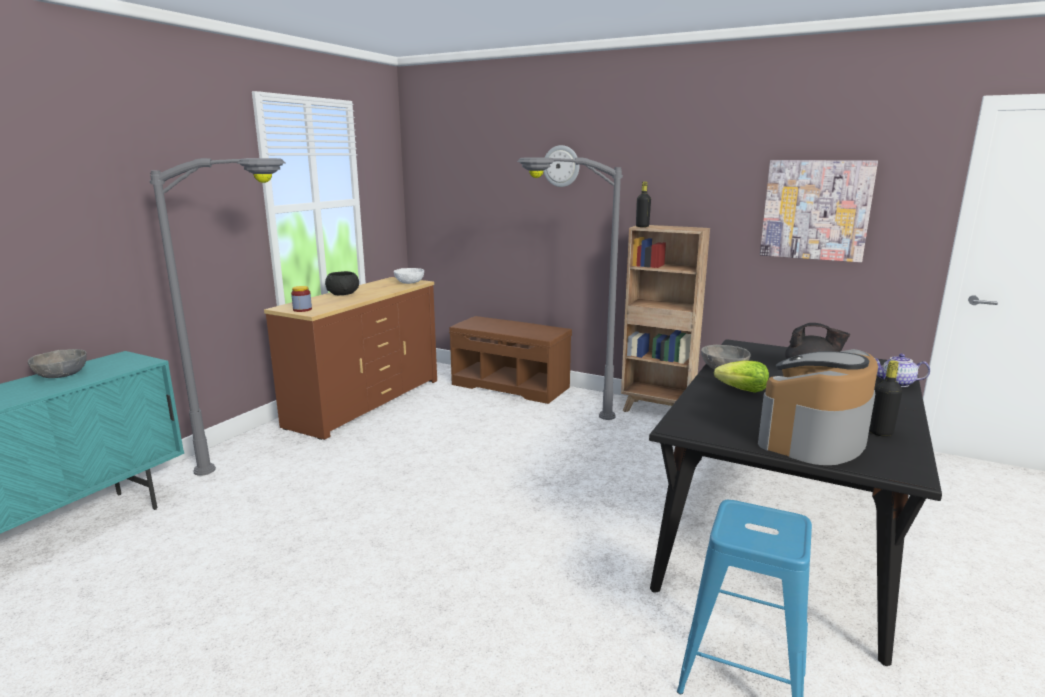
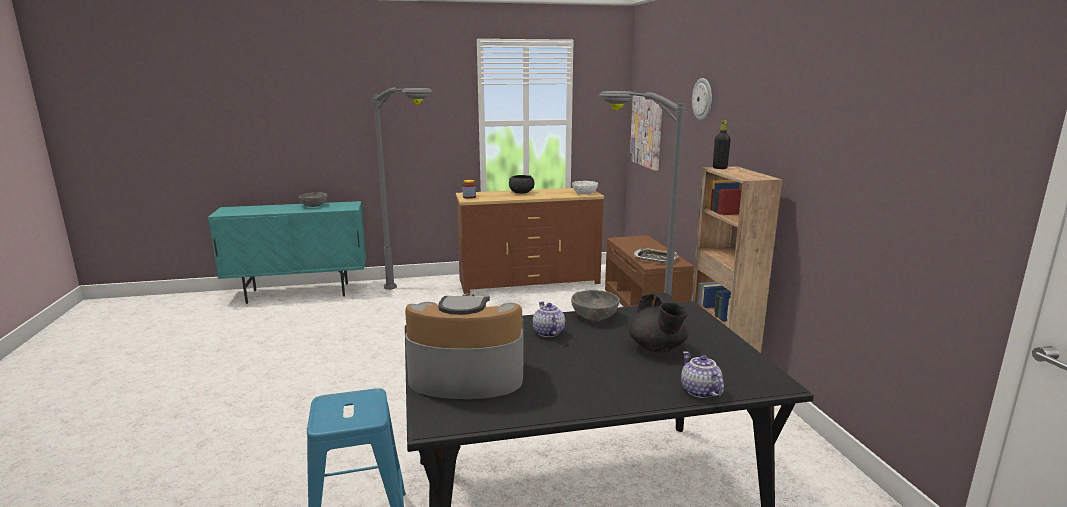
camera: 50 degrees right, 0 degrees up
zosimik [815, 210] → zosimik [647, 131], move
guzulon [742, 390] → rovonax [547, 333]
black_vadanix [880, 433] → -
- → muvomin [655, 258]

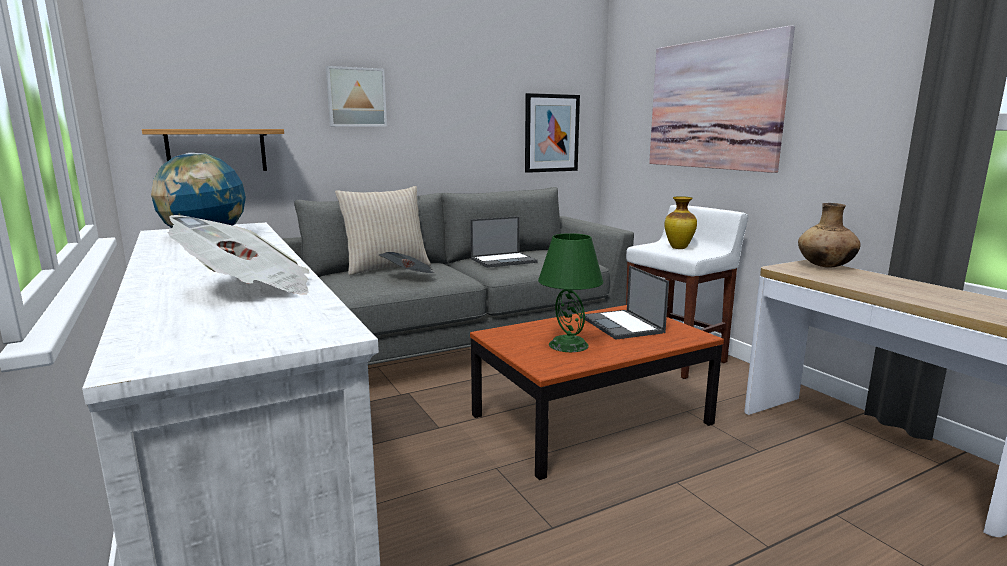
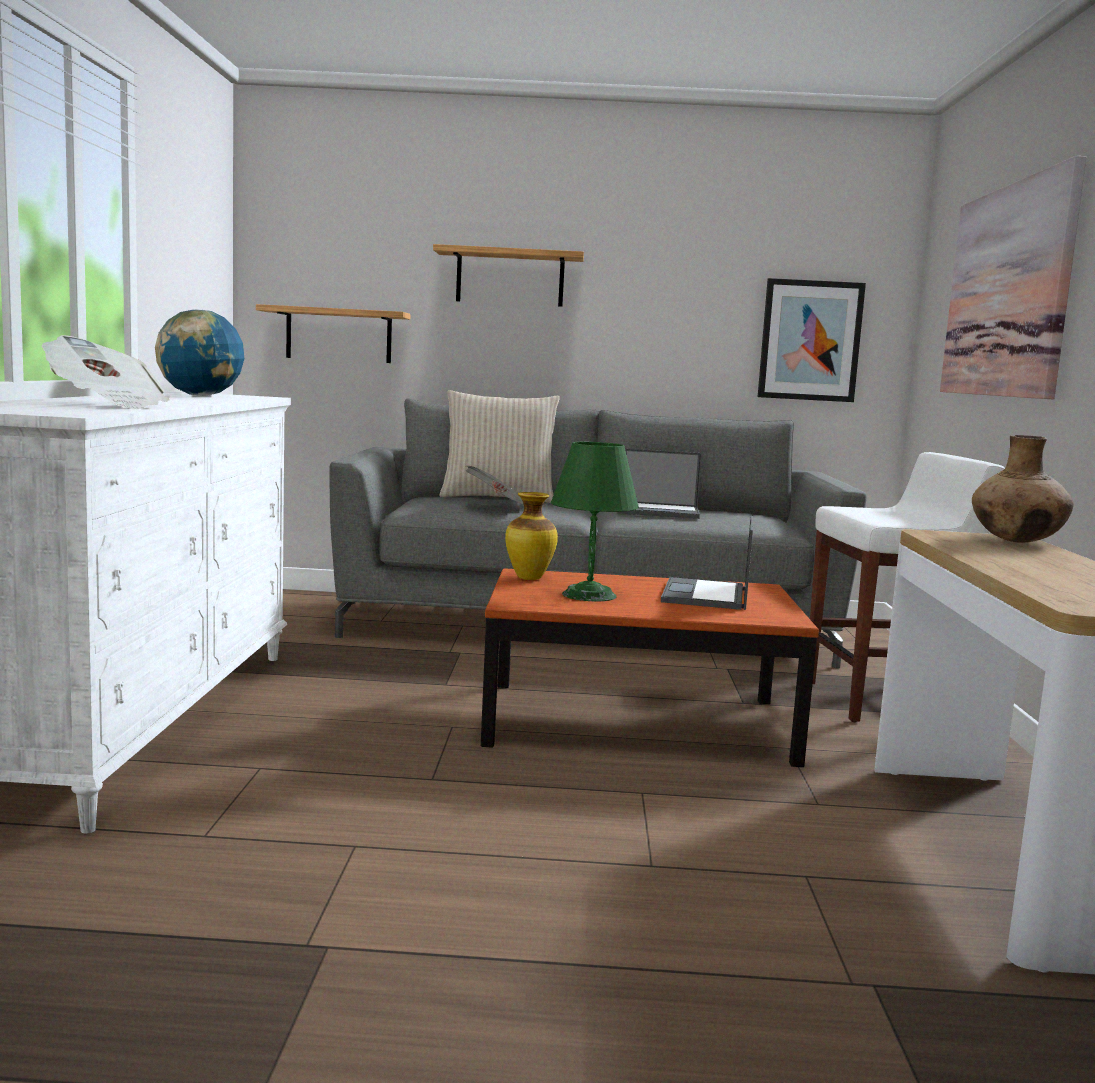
camera: 30 degrees right, 5 degrees down
zosimik [356, 97] → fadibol [510, 278]
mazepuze [678, 248] → mazepuze [528, 578], move

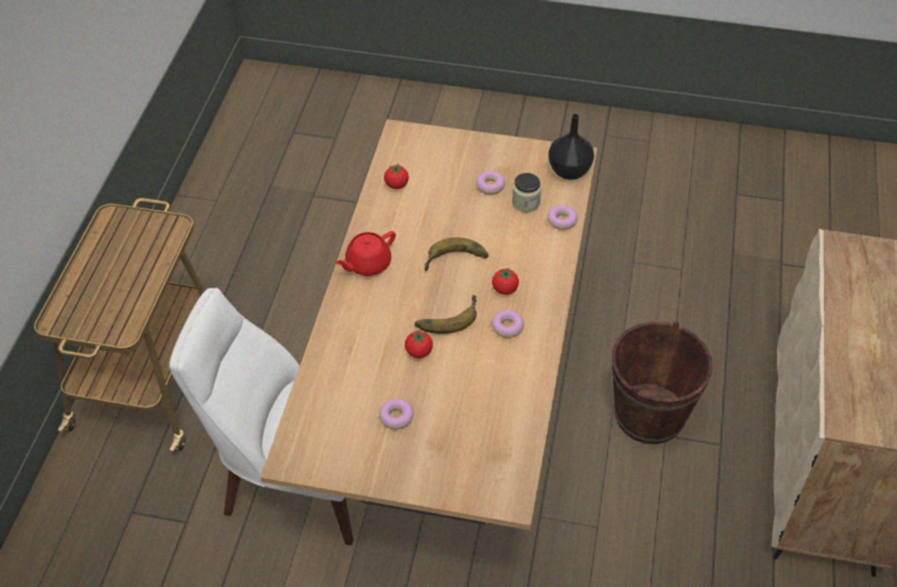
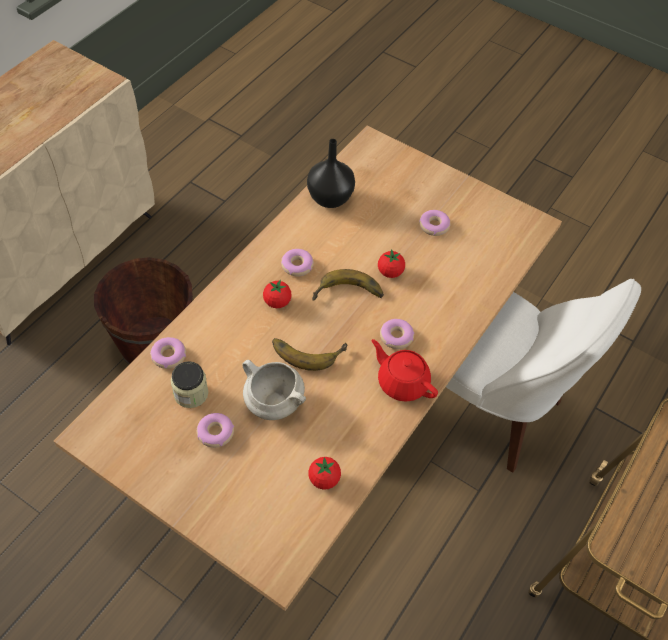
camera: 160 degrees left, 5 degrees up
black_mazepuze [570, 171] → black_mazepuze [329, 198], move
red_rovonax [367, 264] → red_rovonax [402, 382], 120 degrees counterclockwise
- → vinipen [396, 337]
- → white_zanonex [273, 402]

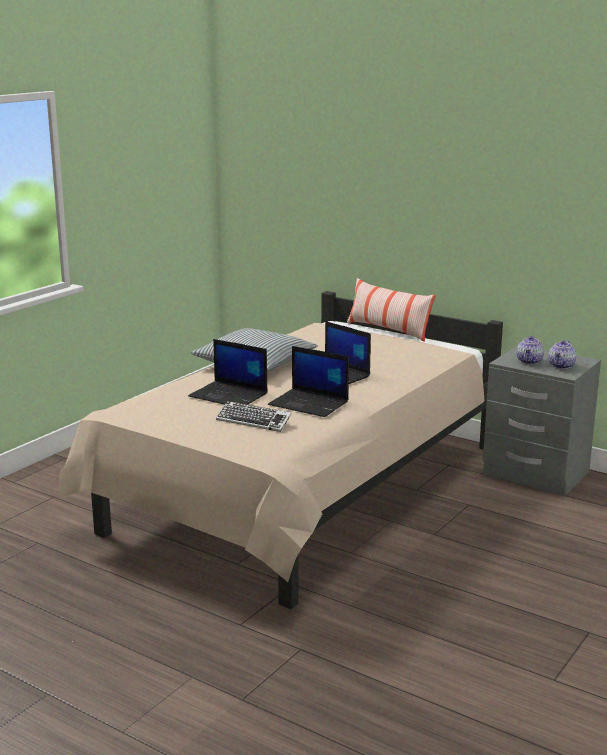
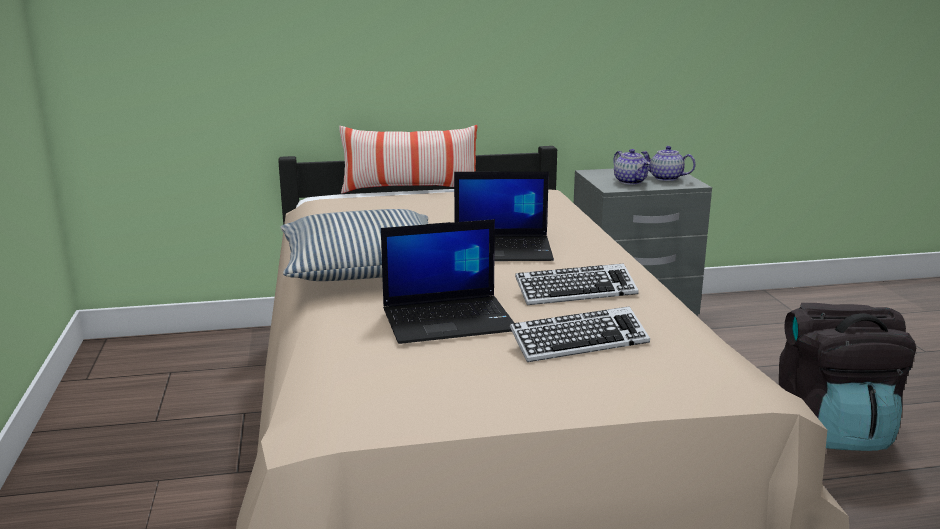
camera: 45 degrees left, 0 degrees up
rovonax [561, 366] → rovonax [665, 178], 135 degrees clockwise
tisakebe [310, 403] → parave [576, 292]
- → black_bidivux [833, 429]

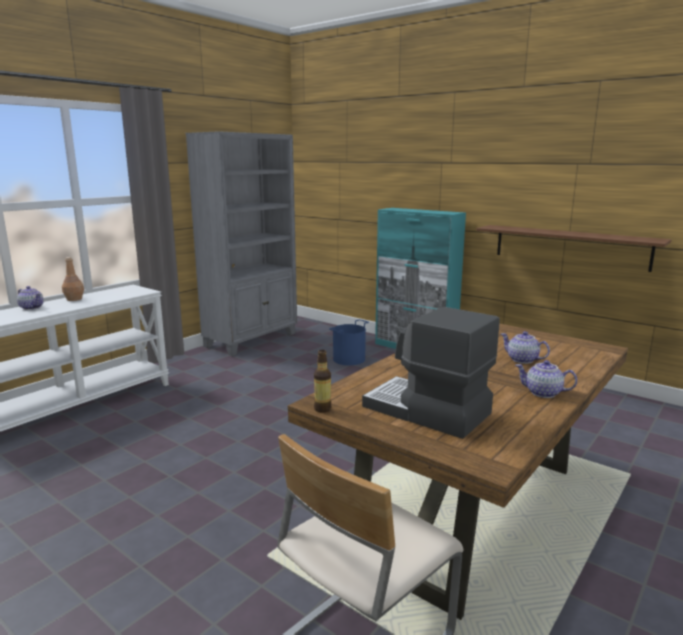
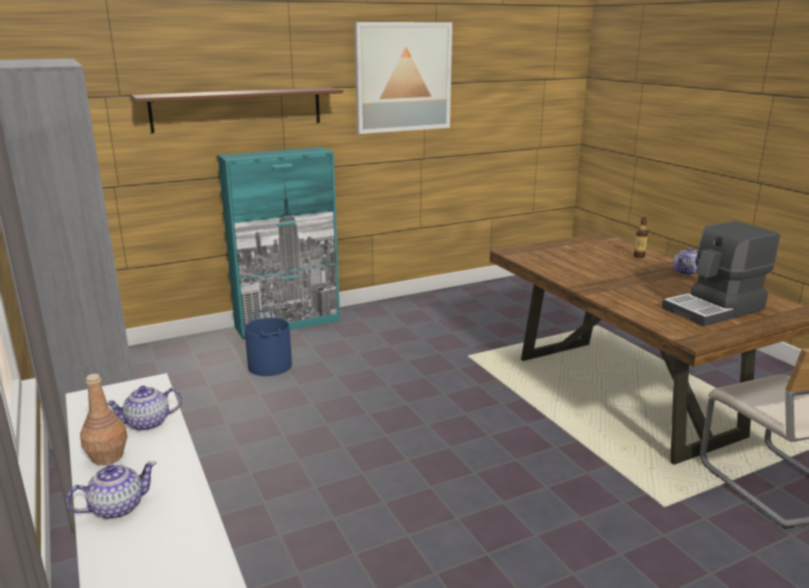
camera: 65 degrees left, 5 degrees up
brown_fadibol [570, 247] → brown_fadibol [238, 109], move
rovonax [522, 360] → rovonax [148, 423], move
vadanix [322, 409] → vadanix [639, 256], move
- → zosimik [403, 77]

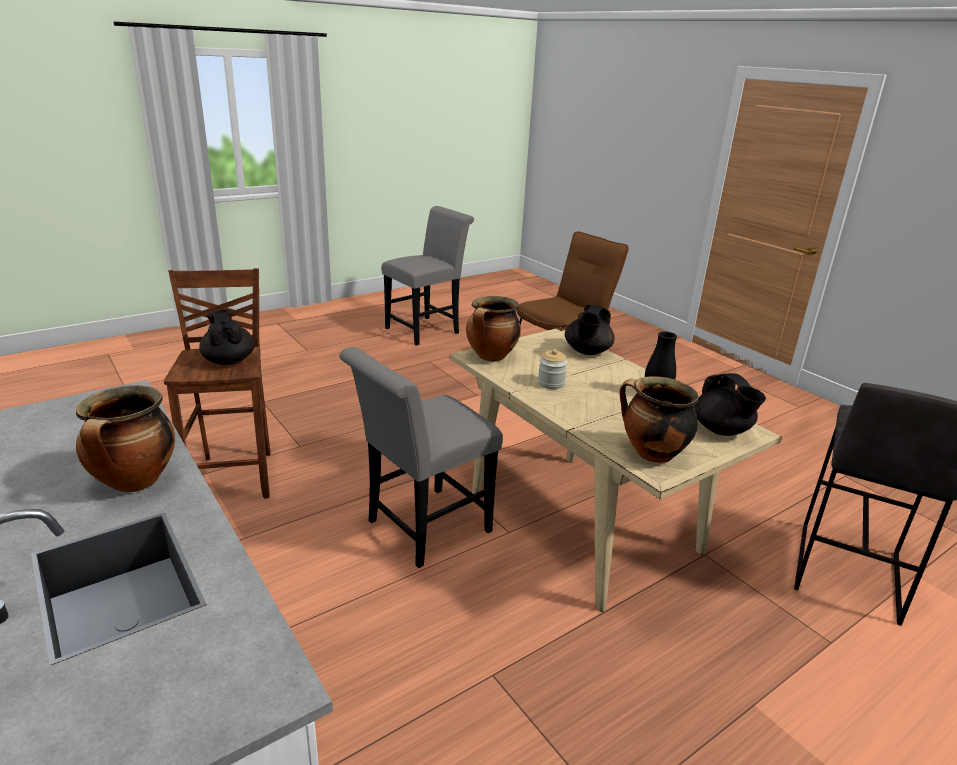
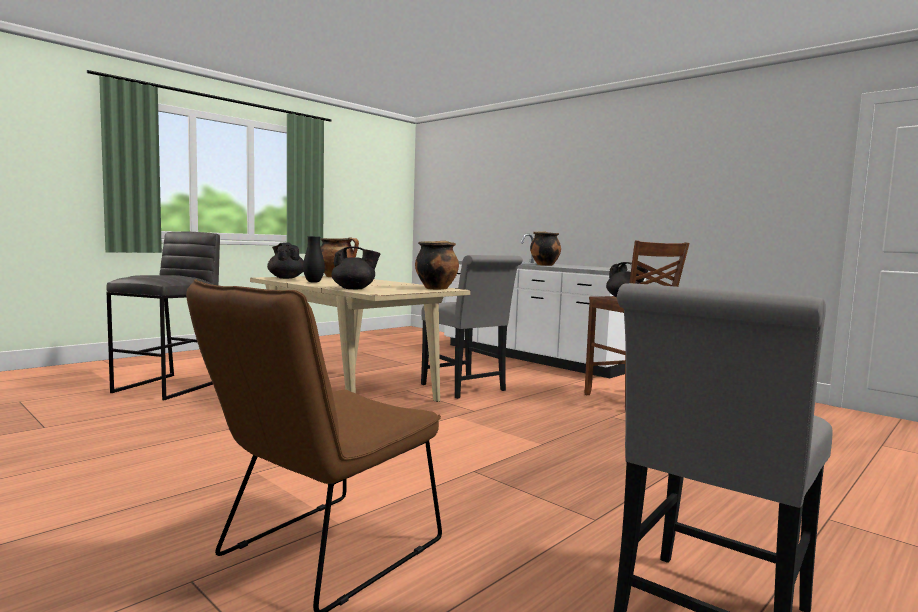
camera: 170 degrees right, 20 degrees down
black_rovonax [587, 351] → black_rovonax [354, 289], 75 degrees clockwise
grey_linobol [421, 529] → grey_linobol [467, 389], 105 degrees clockwise
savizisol [551, 383] → -

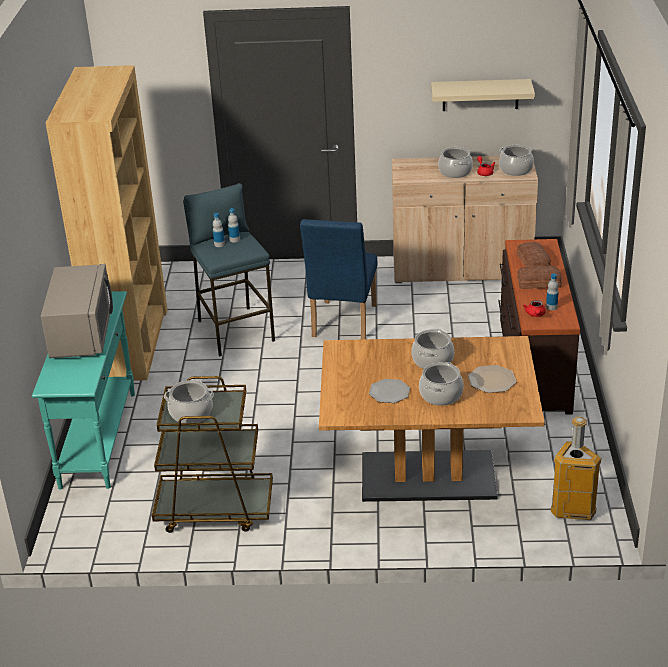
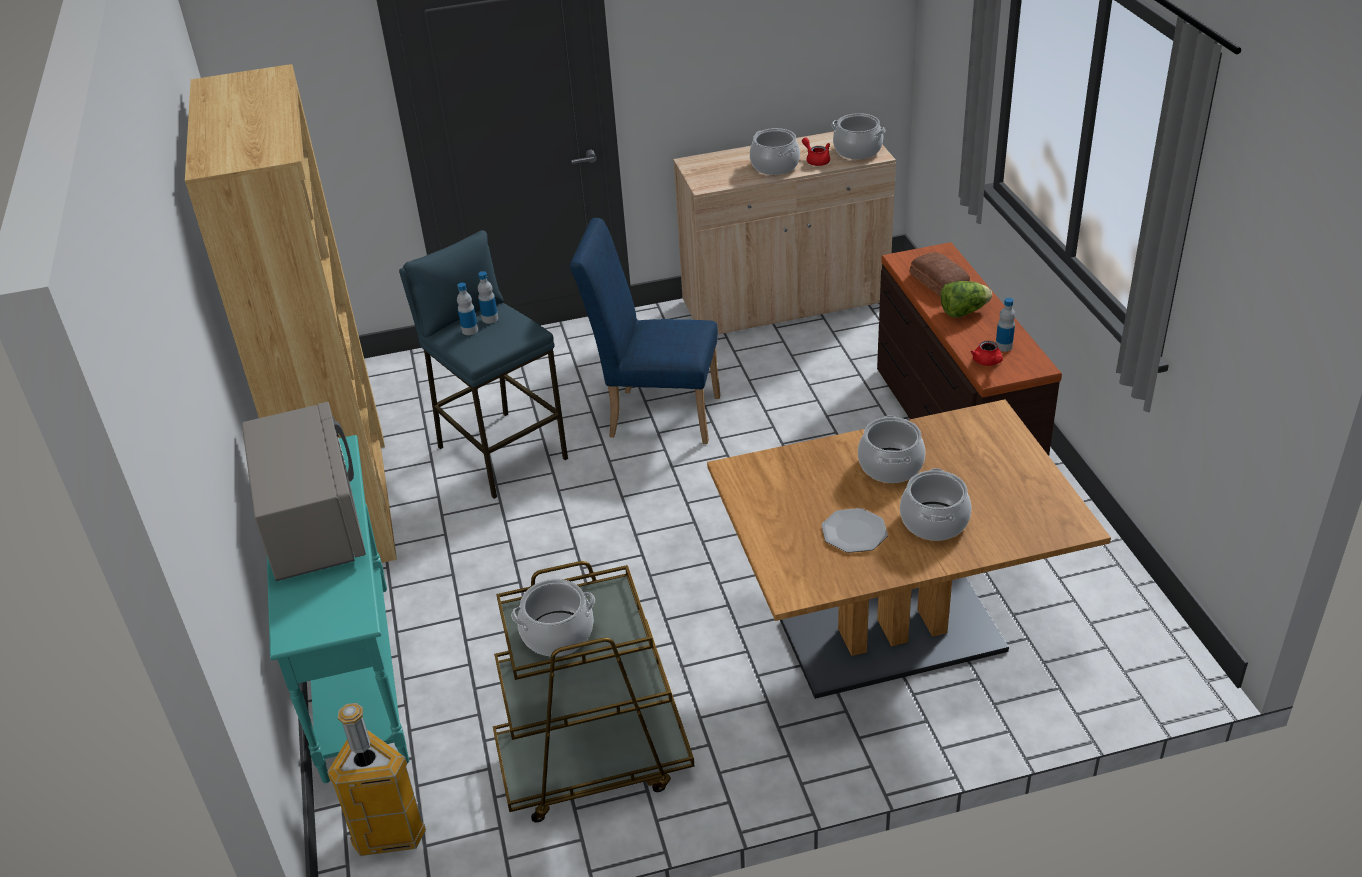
camera: 15 degrees left, 5 degrees up
beige_fadibol [480, 95] → -
blue_linobol [342, 324] → blue_linobol [655, 414], 105 degrees clockwise
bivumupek [538, 282] → guzulon [963, 312]
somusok [492, 380] → -
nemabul [573, 511] → nemabul [390, 834], move

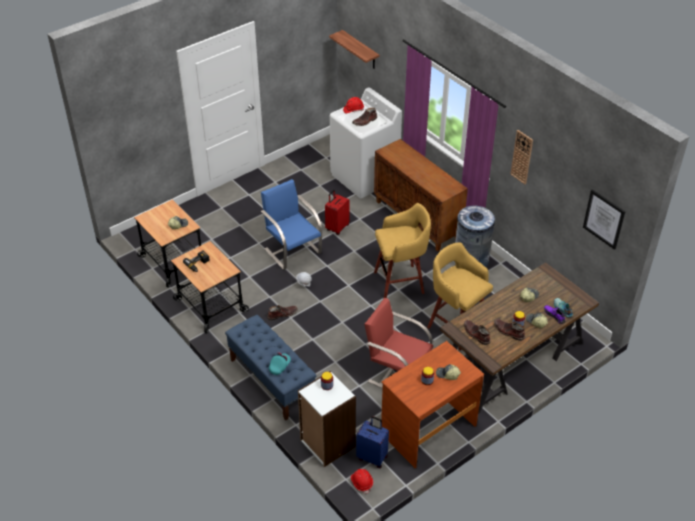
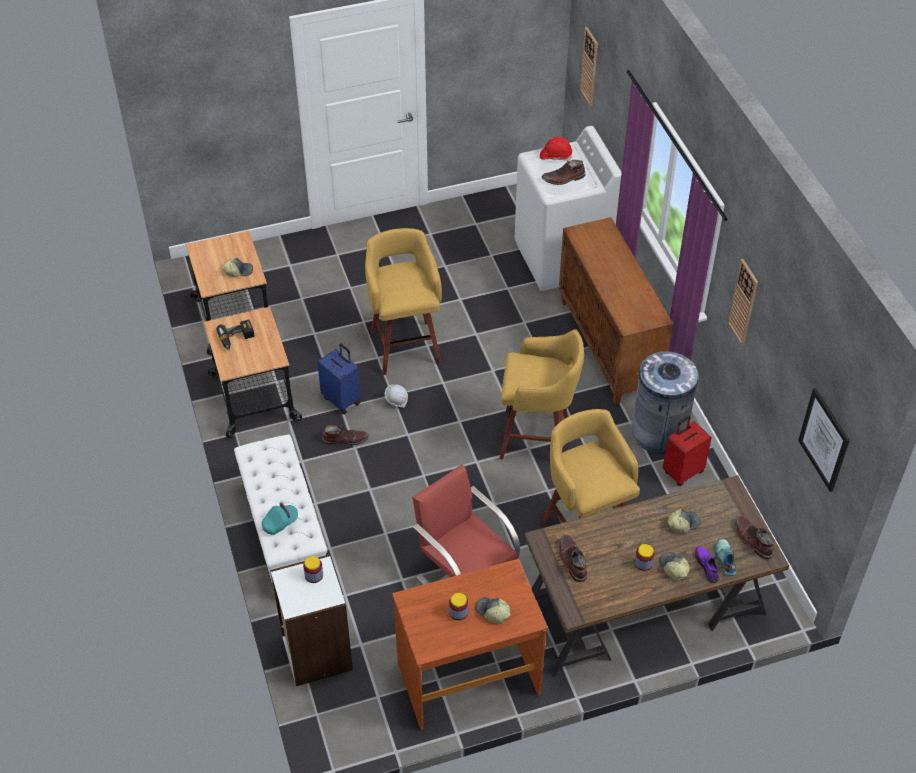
camera: 20 degrees right, 5 degrees up
fadibol [360, 50] → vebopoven [589, 66]
blue_linobol [292, 250] → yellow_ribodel [405, 345]
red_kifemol [337, 227] → red_kifemol [682, 471], move
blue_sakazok [271, 380] → white_sakazok [284, 535]
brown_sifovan [508, 332] → brown_sifovan [752, 540], move
blue_kifemol [372, 457] → blue_kifemol [342, 400], move
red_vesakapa [361, 482] → -

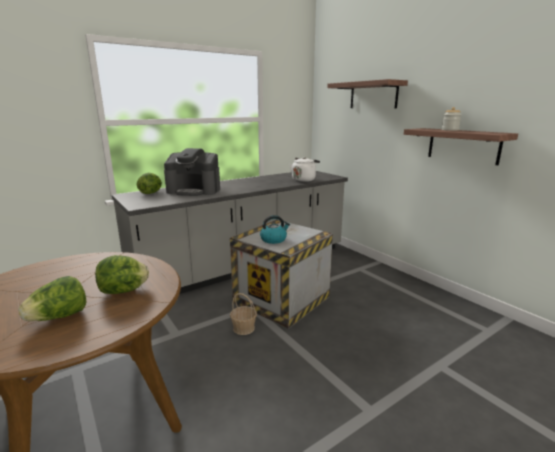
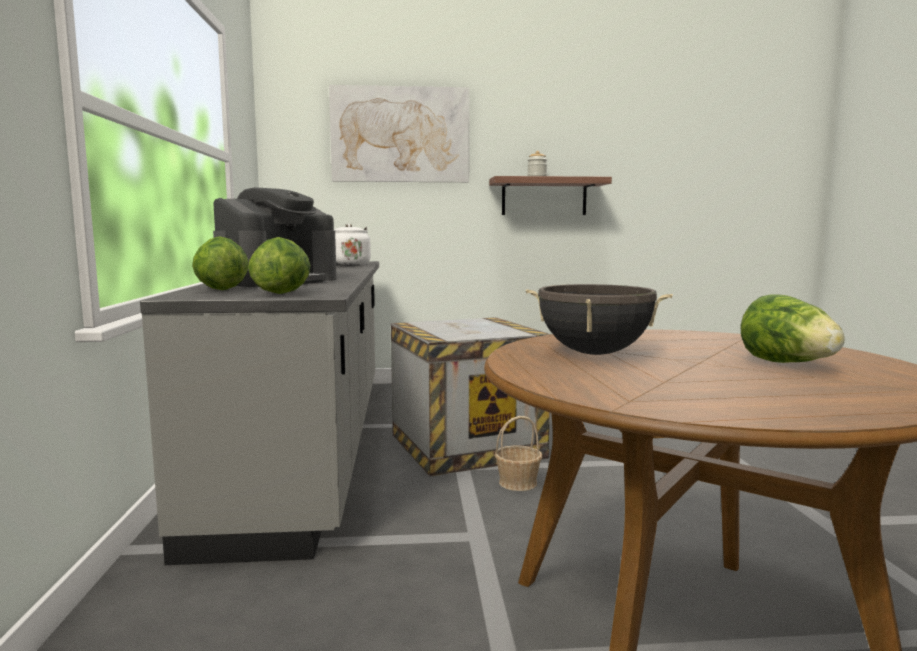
camera: 60 degrees left, 10 degrees down
fadibol [373, 95] → zosimik [400, 135]
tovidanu [274, 239] → -
guzulon [124, 291] → guzulon [282, 293], move
- → black_zanonex [594, 353]

